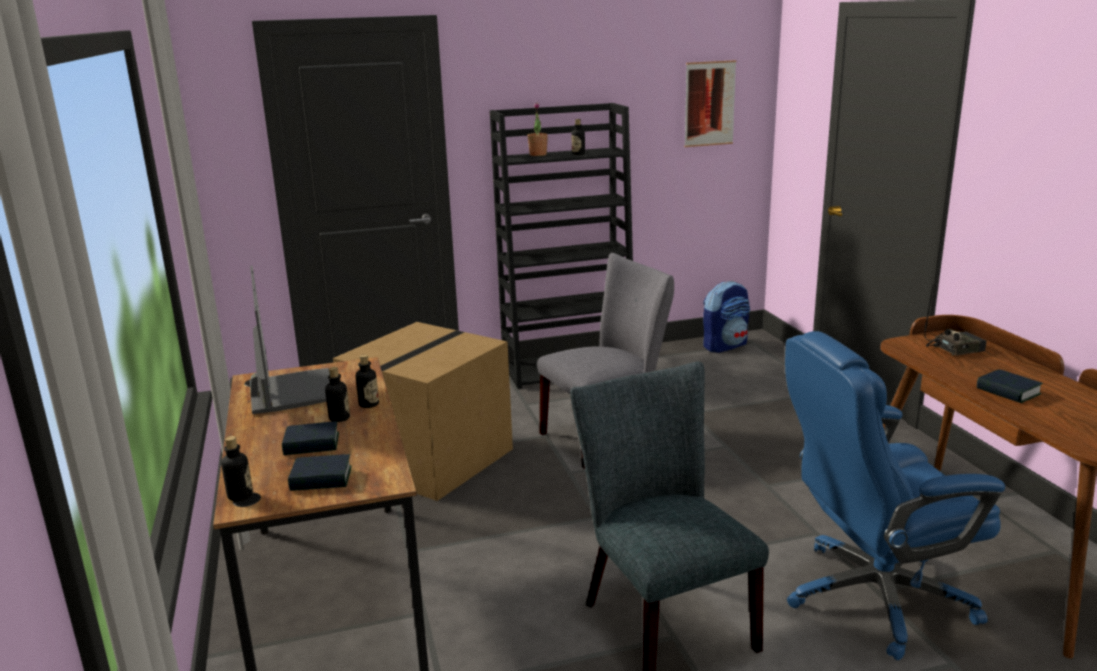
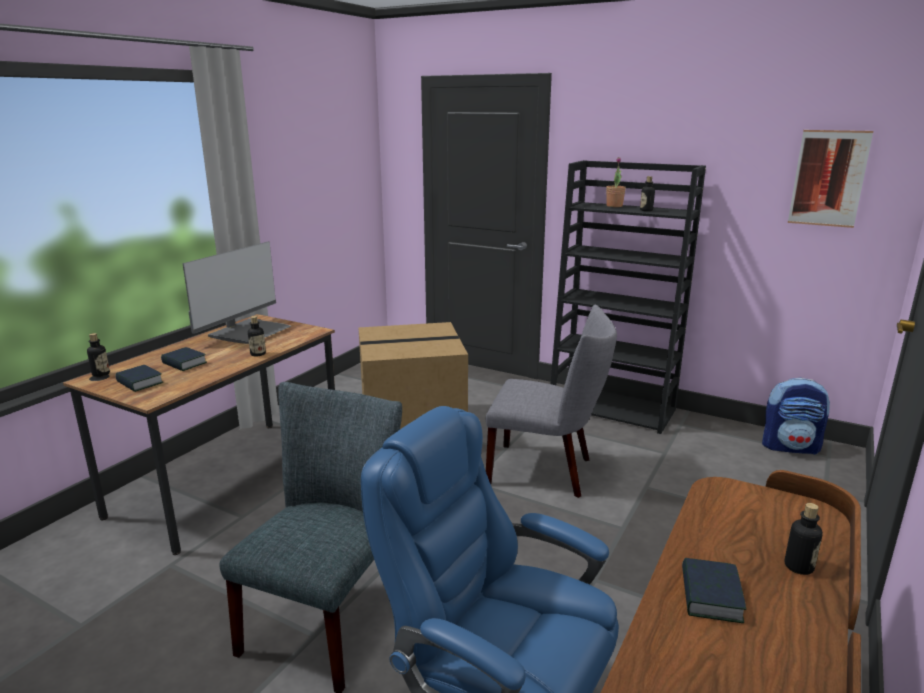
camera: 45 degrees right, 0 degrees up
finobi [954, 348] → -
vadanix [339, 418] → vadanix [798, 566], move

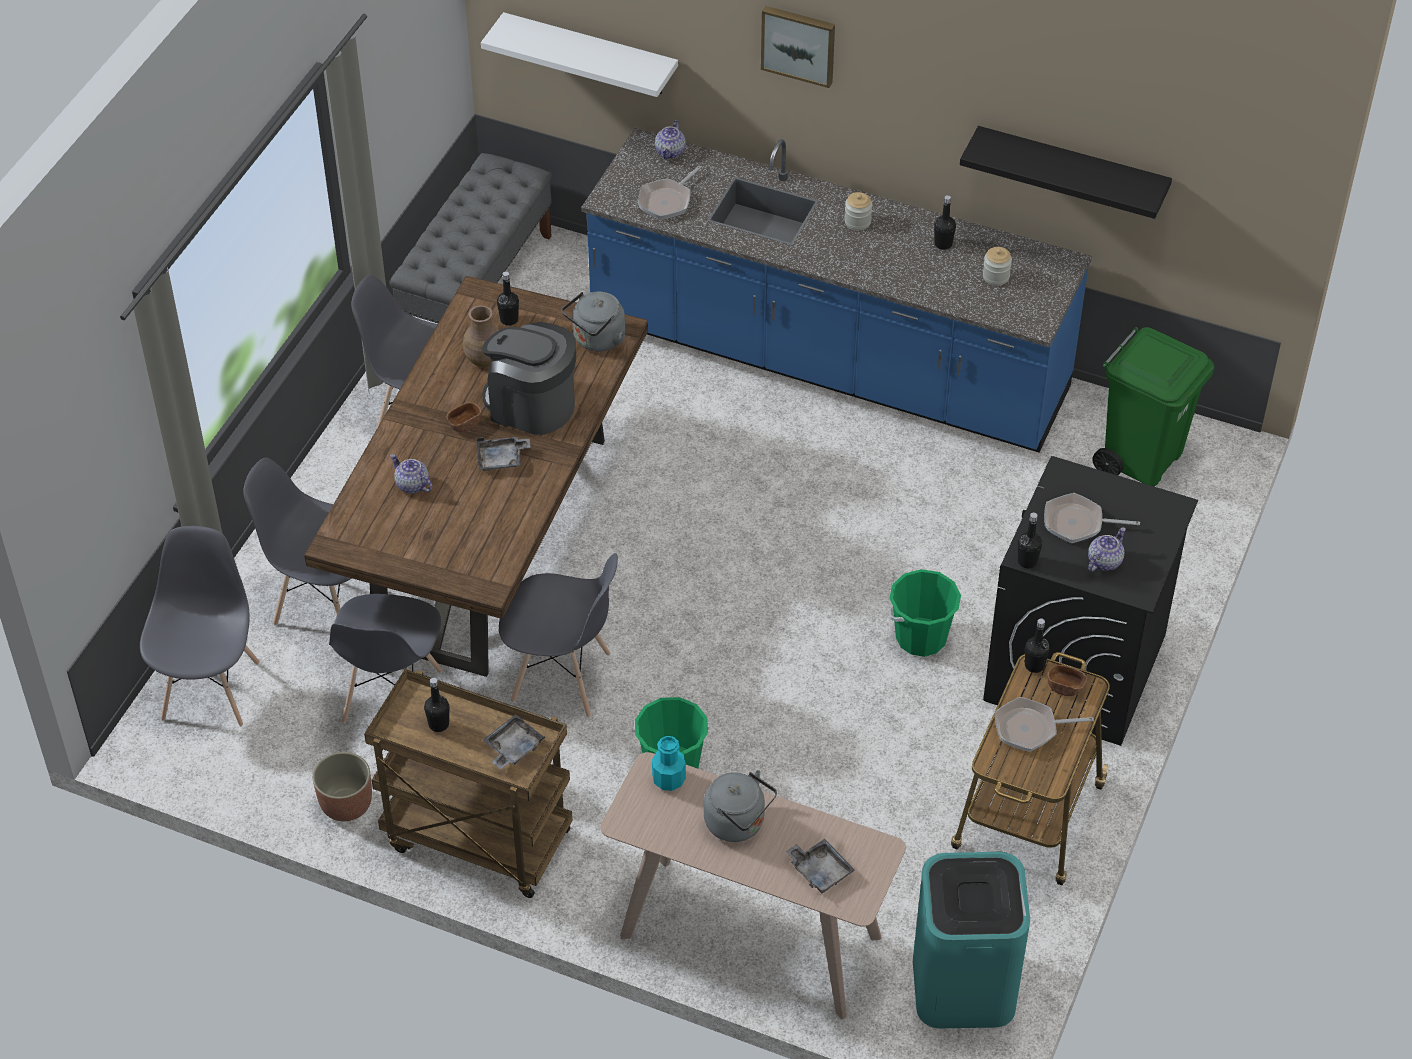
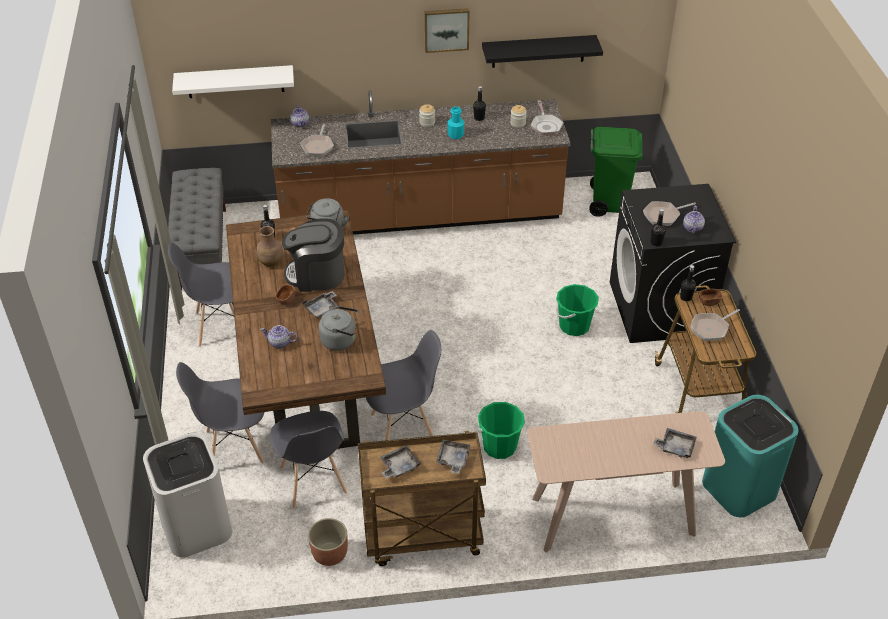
camera: 30 degrees left, 5 degrees down
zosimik [799, 44] → zosimik [446, 29], move
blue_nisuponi [828, 360] → brown_nisuponi [420, 215]
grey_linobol [211, 689] → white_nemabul [197, 526]
black_vadanix [439, 724] → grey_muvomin [399, 466]
turquoise_vadanix [669, 779] → turquoise_vadanix [455, 135], move
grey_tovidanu [738, 823] → grey_tovidanu [341, 340], move
- → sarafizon [545, 125]

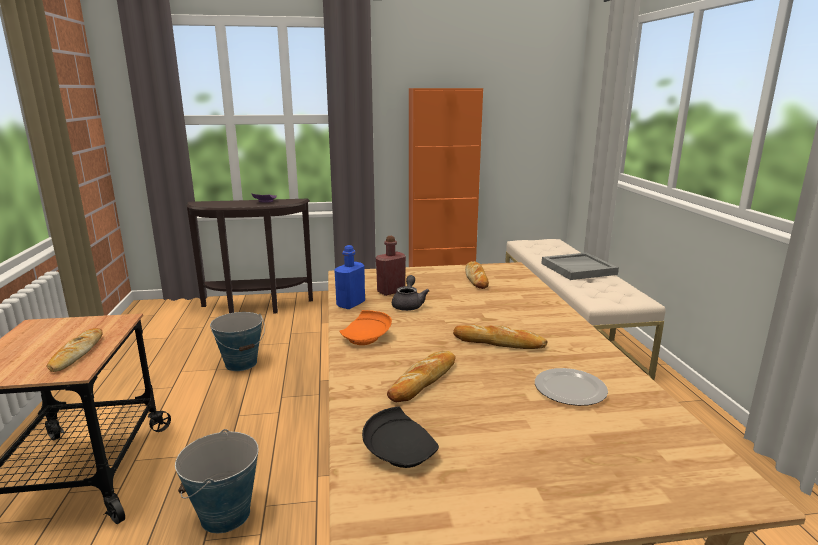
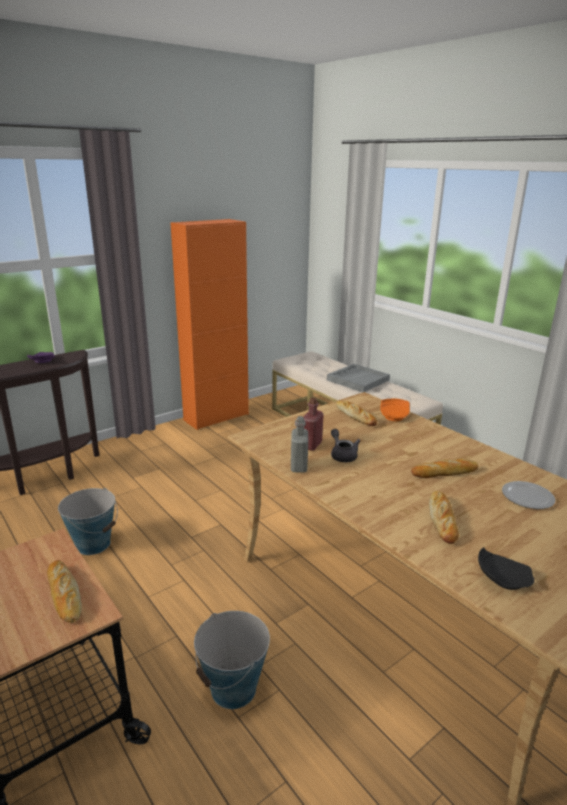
camera: 30 degrees left, 5 degrees up
blue_vadanix [350, 304] → grey_vadanix [299, 466]
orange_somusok [366, 337] → orange_somusok [394, 416], move

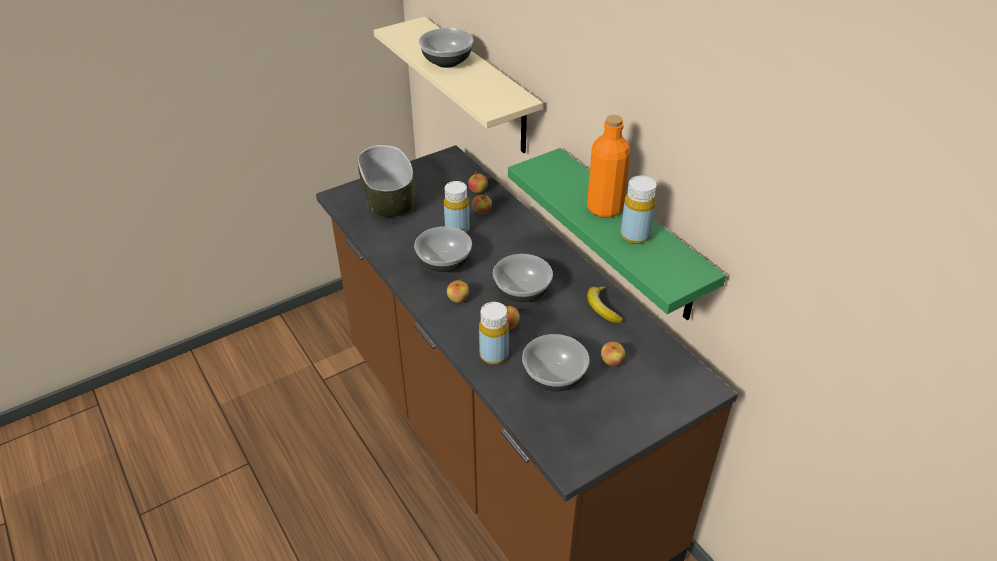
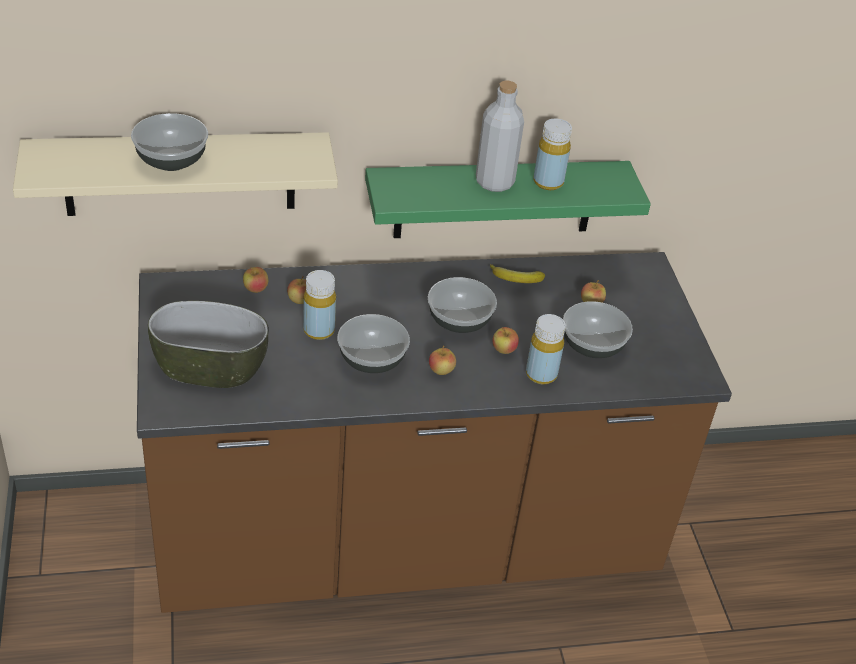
camera: 70 degrees left, 0 degrees up
orange_vadanix [604, 208] → grey_vadanix [494, 182]

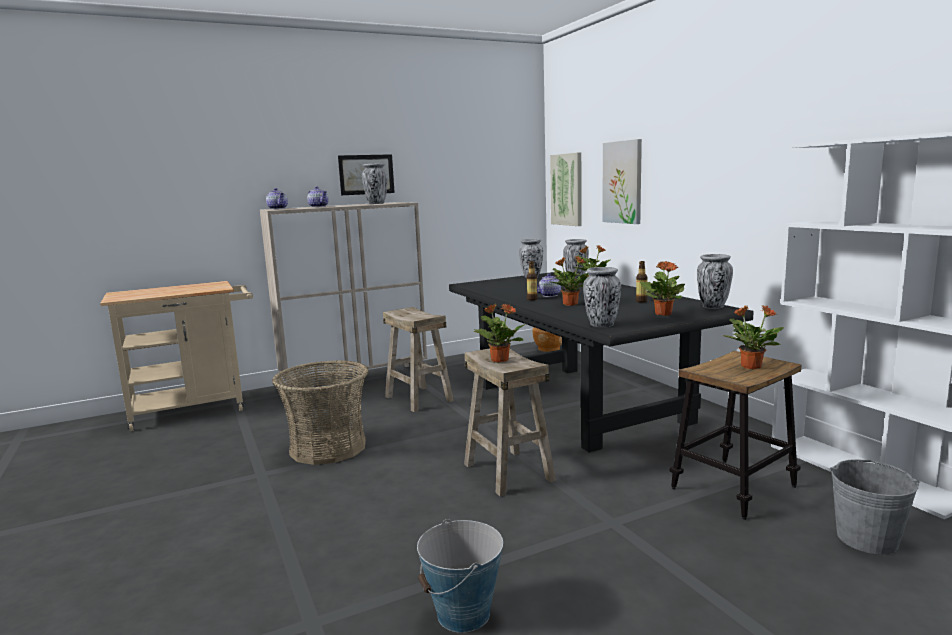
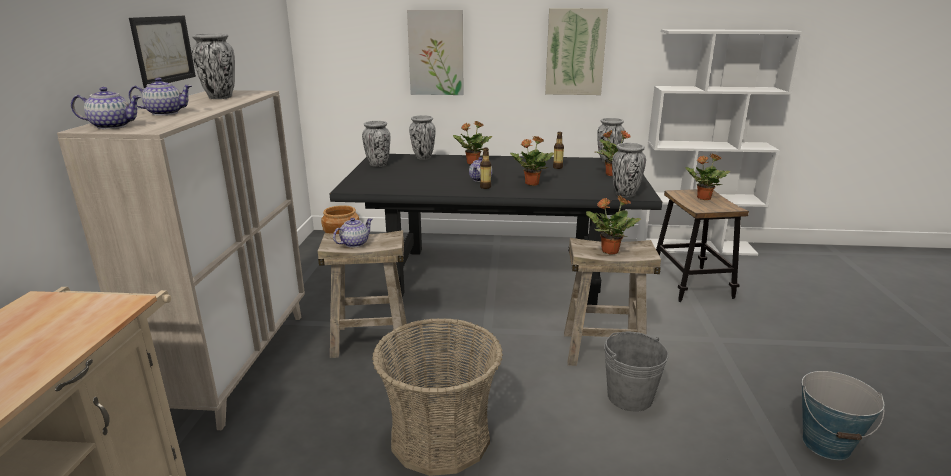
camera: 60 degrees left, 10 degrees up
zosimik [567, 189] → zosimik [575, 52], move
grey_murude [867, 539] → grey_murude [629, 397], move
- → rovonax [354, 243]

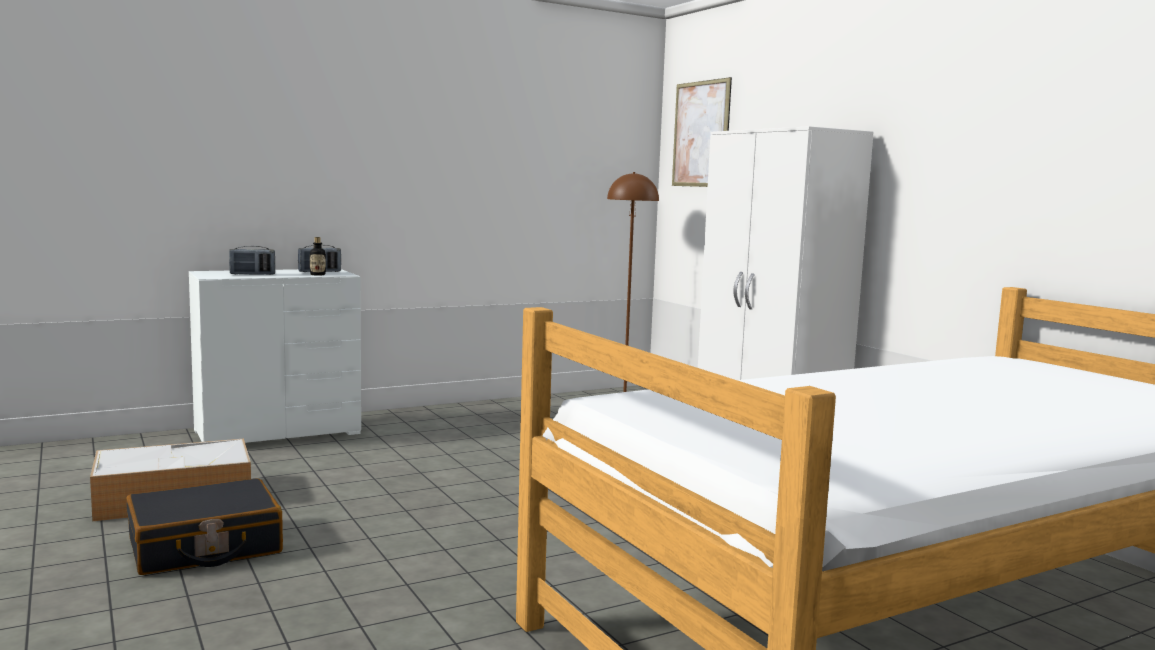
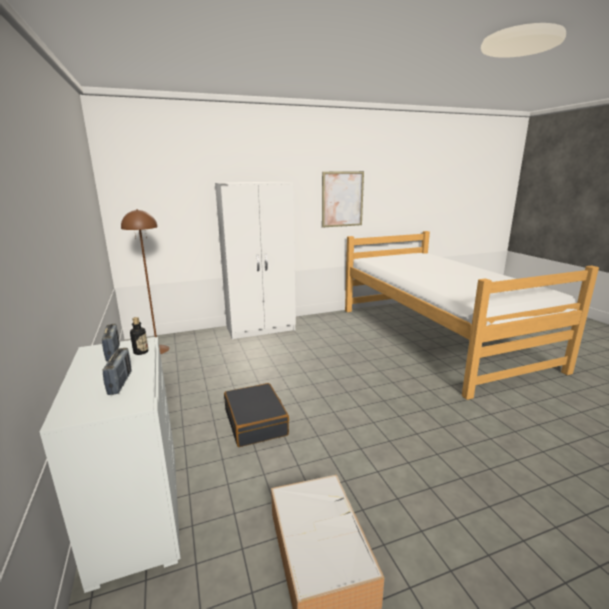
camera: 80 degrees left, 10 degrees up
zosimik [700, 134] → zosimik [342, 199], move
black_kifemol [205, 547] → black_kifemol [256, 422], move

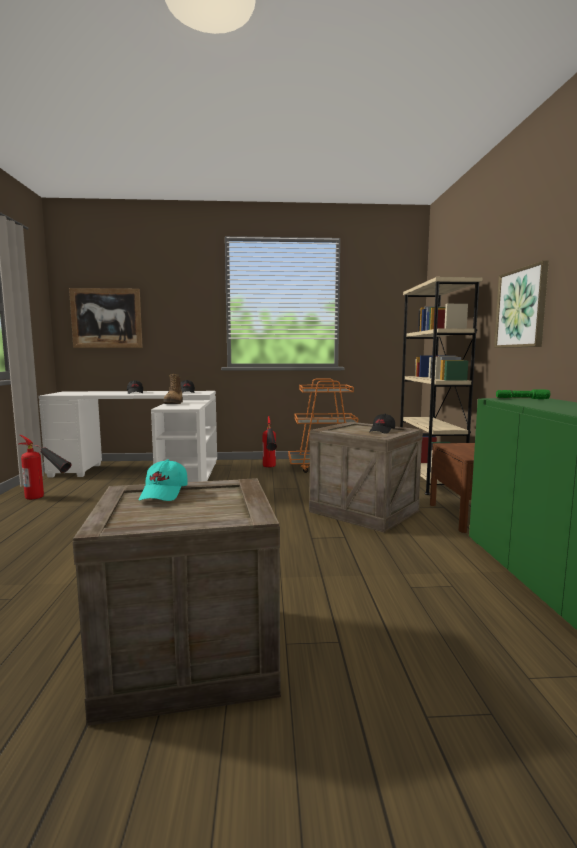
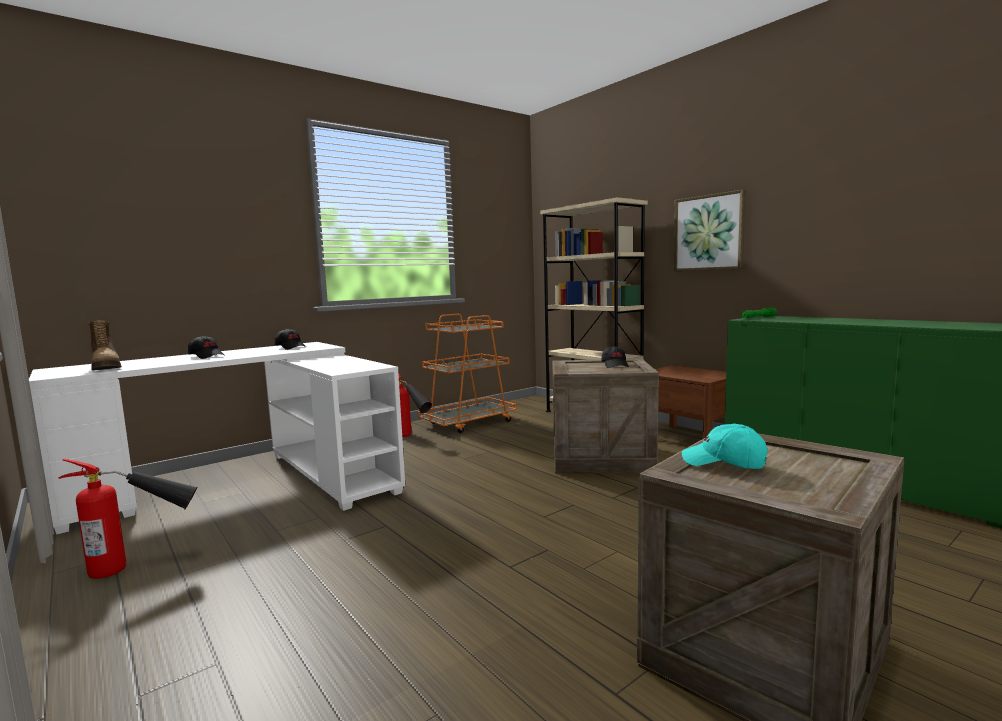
camera: 35 degrees left, 0 degrees up
zosimik [106, 318] → -
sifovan [174, 403] → sifovan [107, 368], move
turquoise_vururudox [164, 493] → turquoise_vururudox [724, 463], 150 degrees clockwise

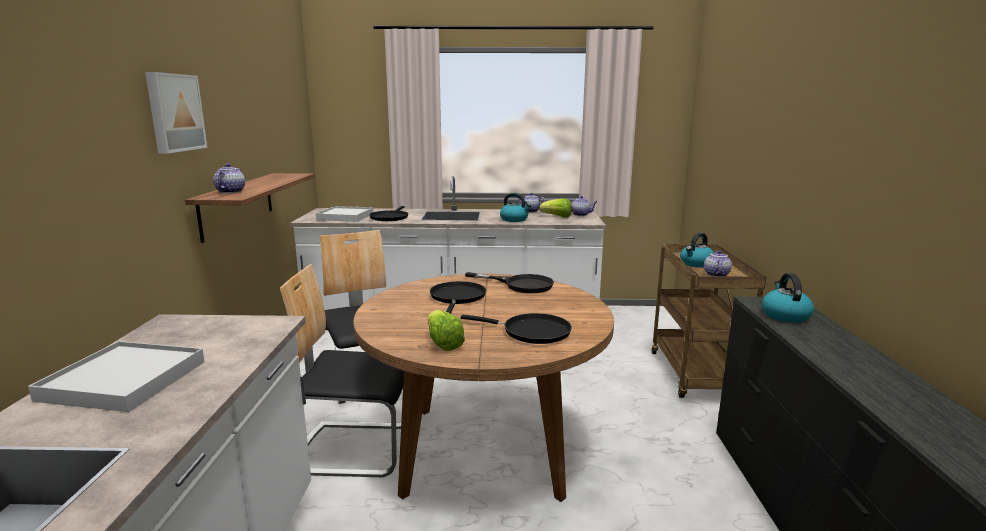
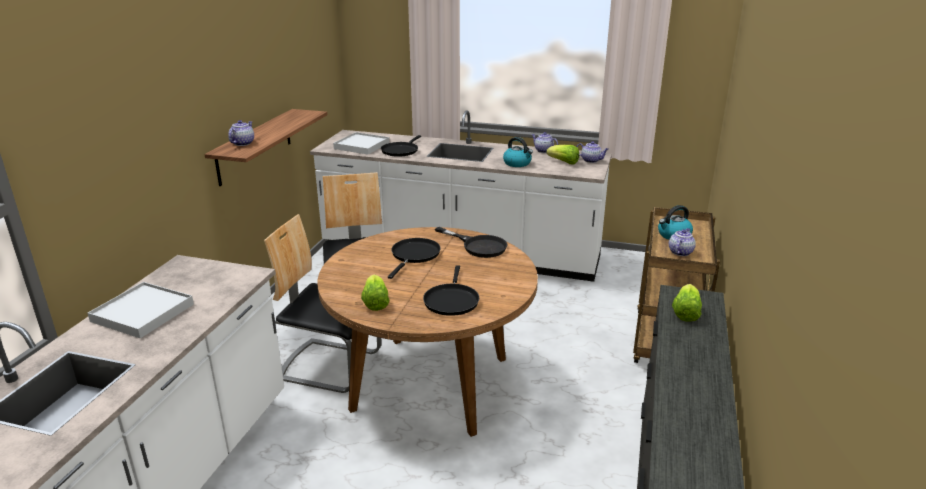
camera: 15 degrees right, 10 degrees up
zosimik [174, 112] → -
tovidanu [785, 315] → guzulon [685, 313]
black_sarafizon [531, 332] → black_sarafizon [451, 300], 60 degrees clockwise

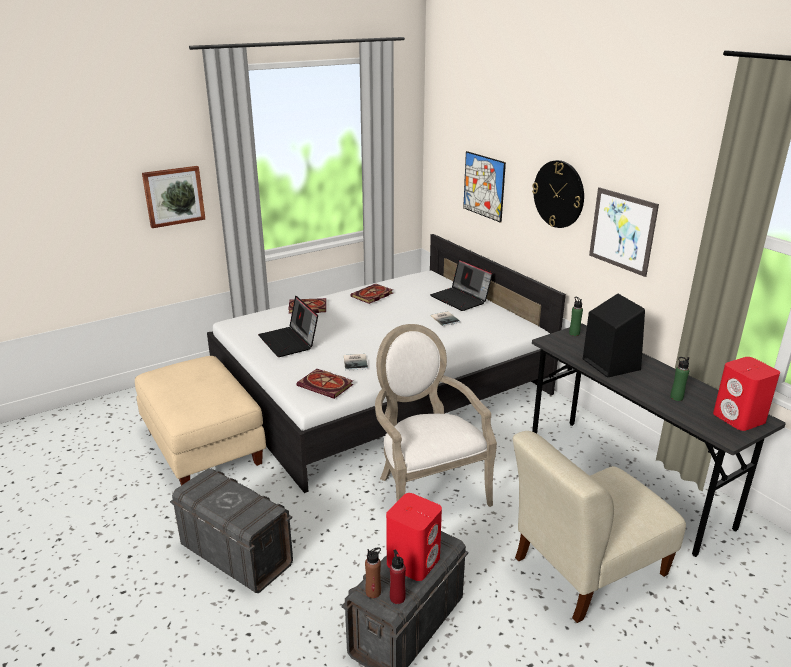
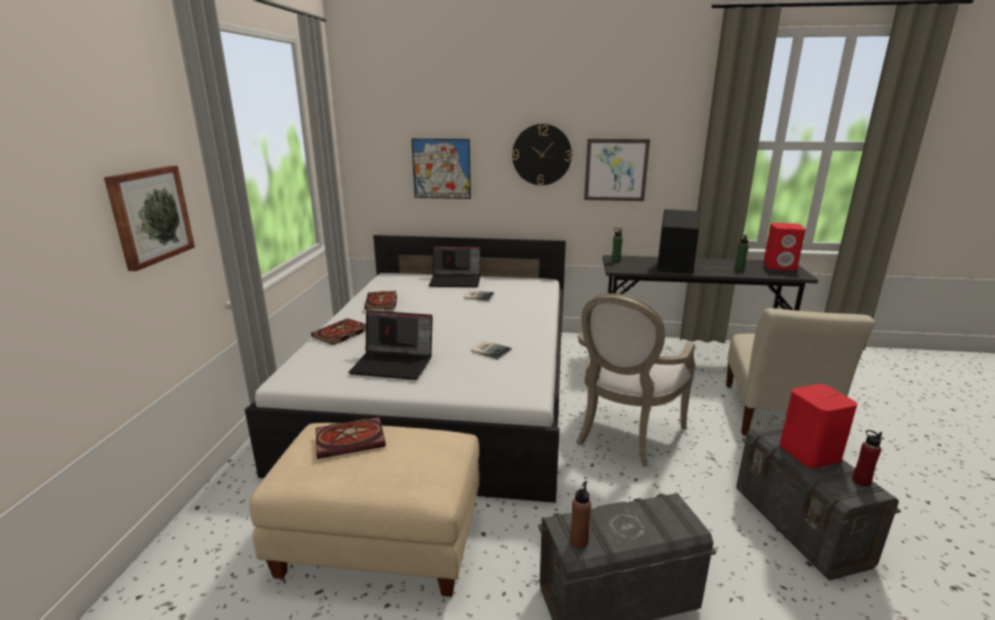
camera: 50 degrees left, 5 degrees down
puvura [426, 491] → puvura [622, 435], 75 degrees counterclockwise
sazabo [327, 385] → sazabo [352, 439], move
brown_vadanix [373, 592] → brown_vadanix [579, 541], move

